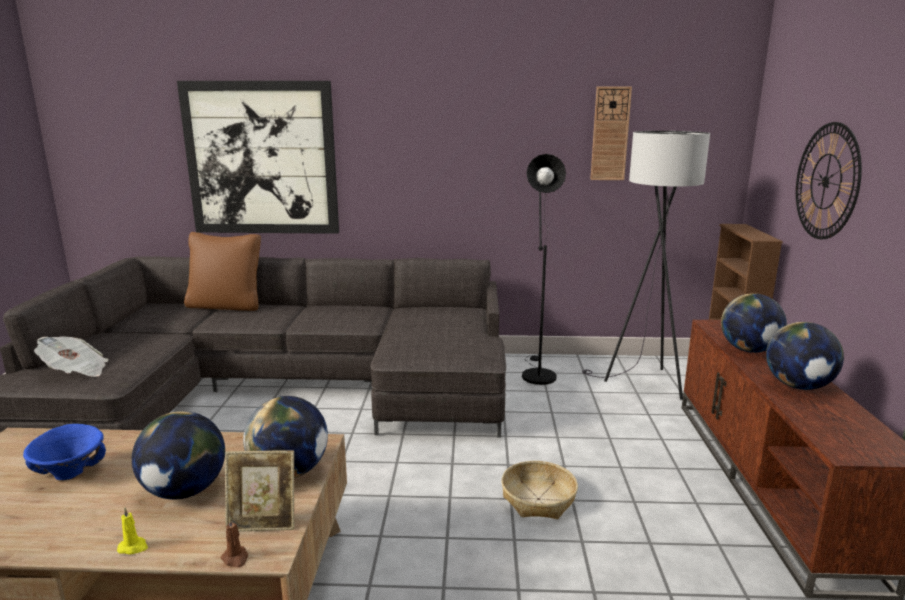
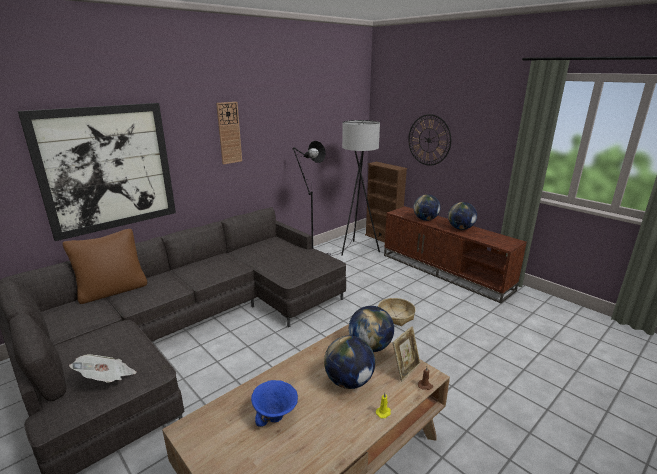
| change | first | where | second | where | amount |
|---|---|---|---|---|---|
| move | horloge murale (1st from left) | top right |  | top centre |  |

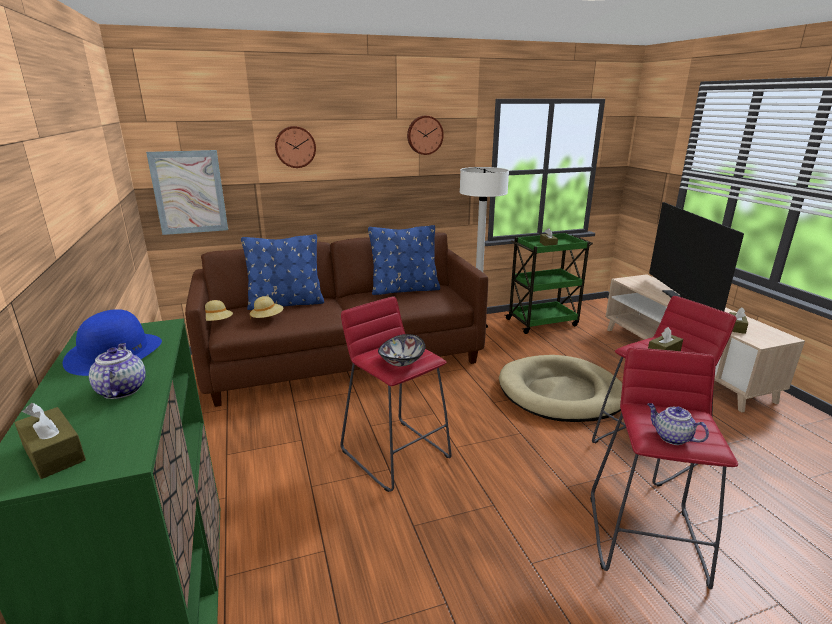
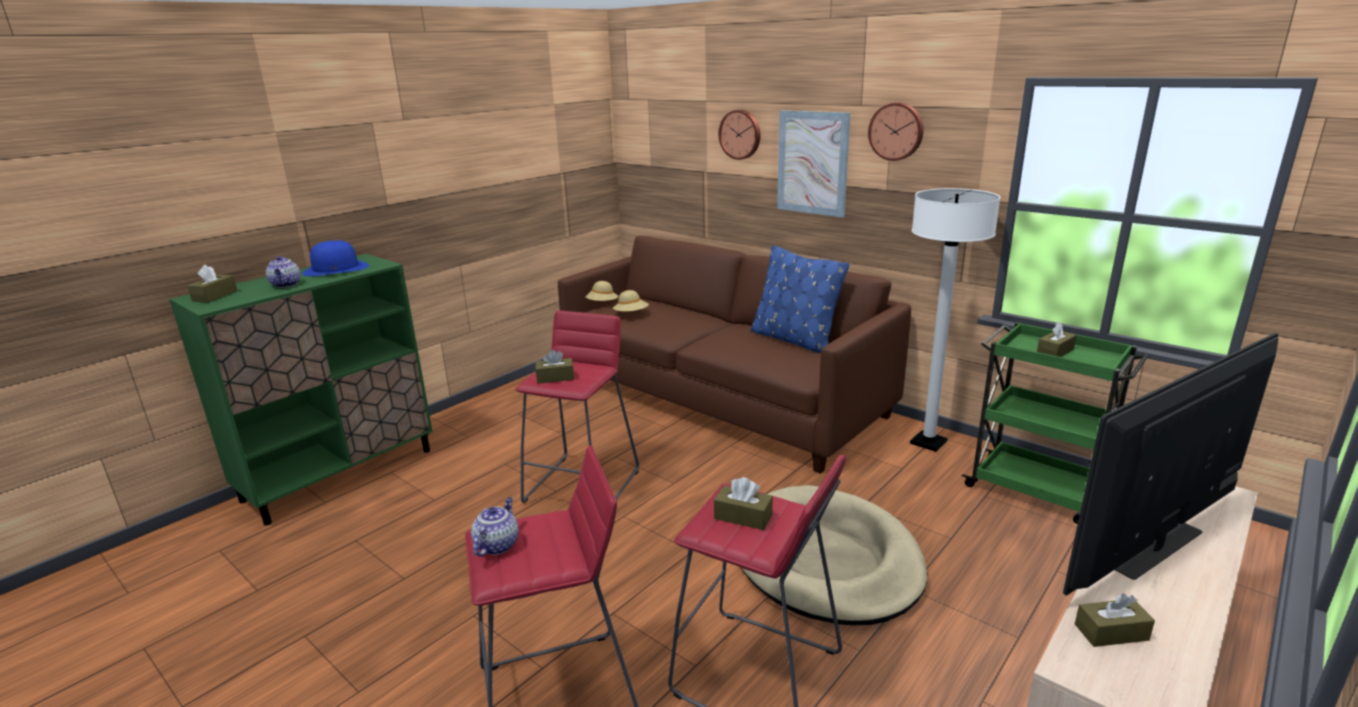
| change | first | where | second | where | amount |
|---|---|---|---|---|---|
| rotate | théière (1st from left) | middle left |  | middle left | 120 degrees clockwise |
| move | tableau | top left |  | top centre |  |
| delete | coussin [bleu] (1st from left) | centre |  |  |  |
| replace | bol | centre | boîte à mouchoirs [marron] (2nd from left) | centre |  |

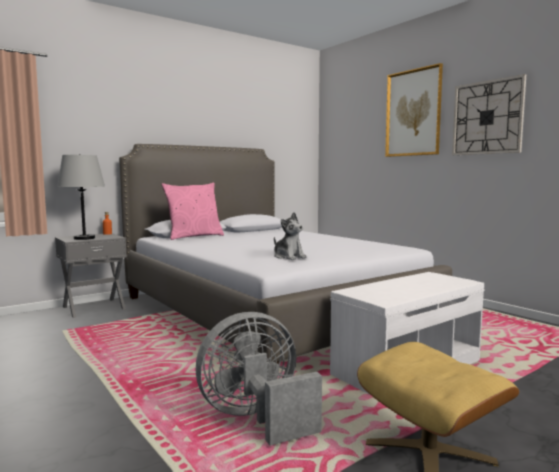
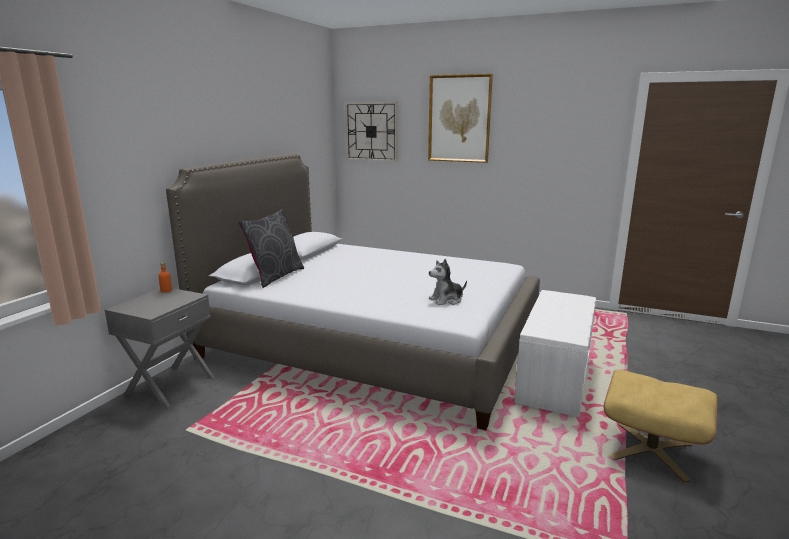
| change | first | where | second | where | amount |
|---|---|---|---|---|---|
| delete | lampe de table [gris] | middle left |  |  |  |
| recolor | coussin [rose] | centre | coussin [gris] | centre |  |
| delete | ventilateur [gris] | bottom centre |  |  |  |
| rotate | peluche | centre |  | centre | 135 degrees clockwise |
| move | horloge murale | top right |  | top centre |  |

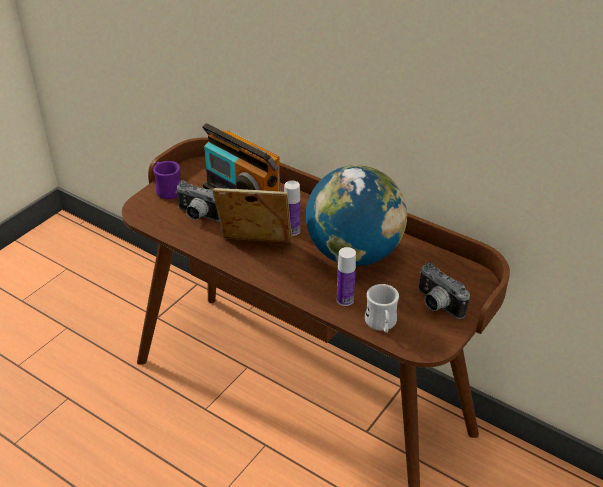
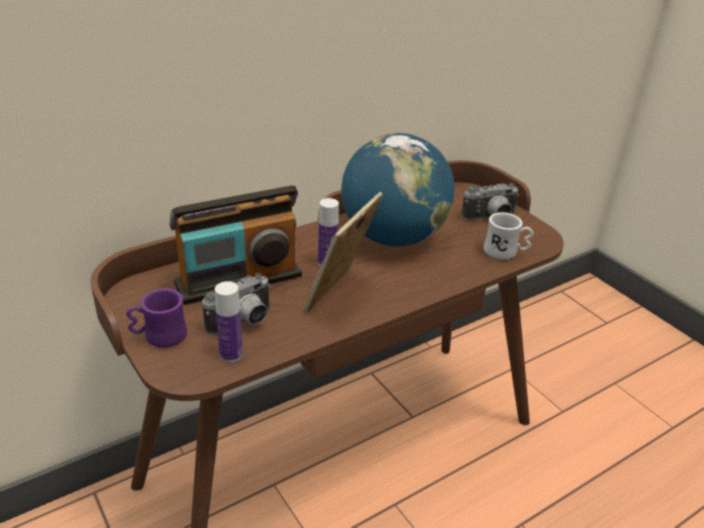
| change | first | where | second | where | amount |
|---|---|---|---|---|---|
| move | bouteille (2nd from left in the first image) | centre | bouteille (1st from left) | middle left |  |

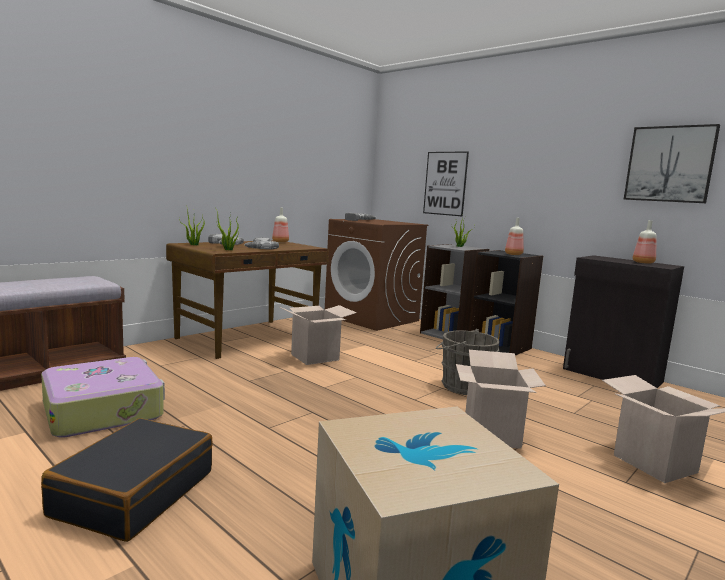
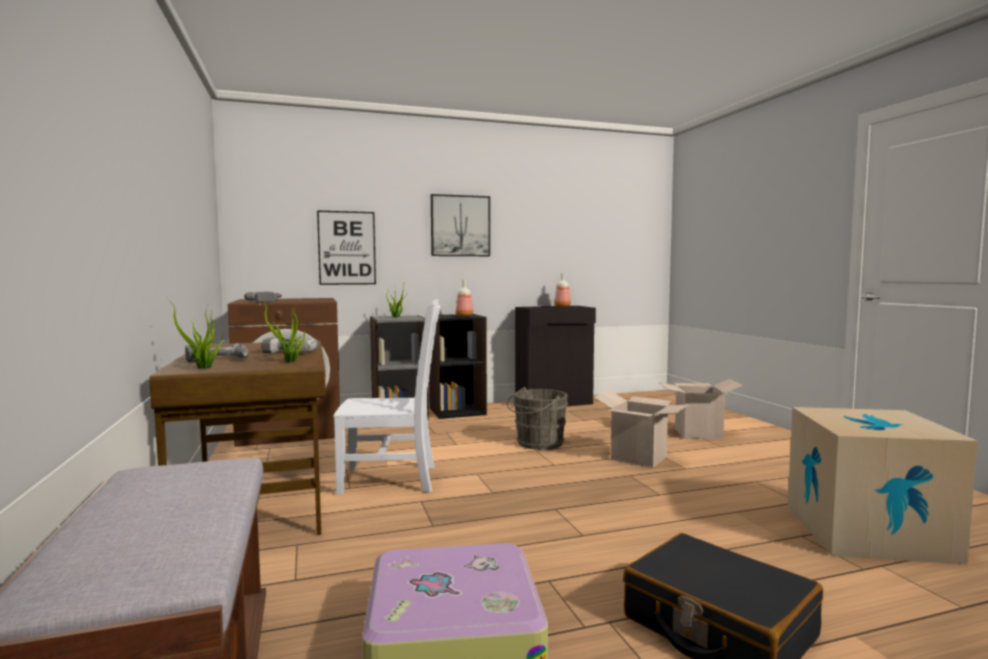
| change | first | where | second | where | amount |
|---|---|---|---|---|---|
| delete | bouteille (1st from left) | centre |  |  |  |
| replace | carton (1st from left) | centre | chaise [blanc] | centre |  |
| move | tableau (2nd from left) | top right |  | centre |  |

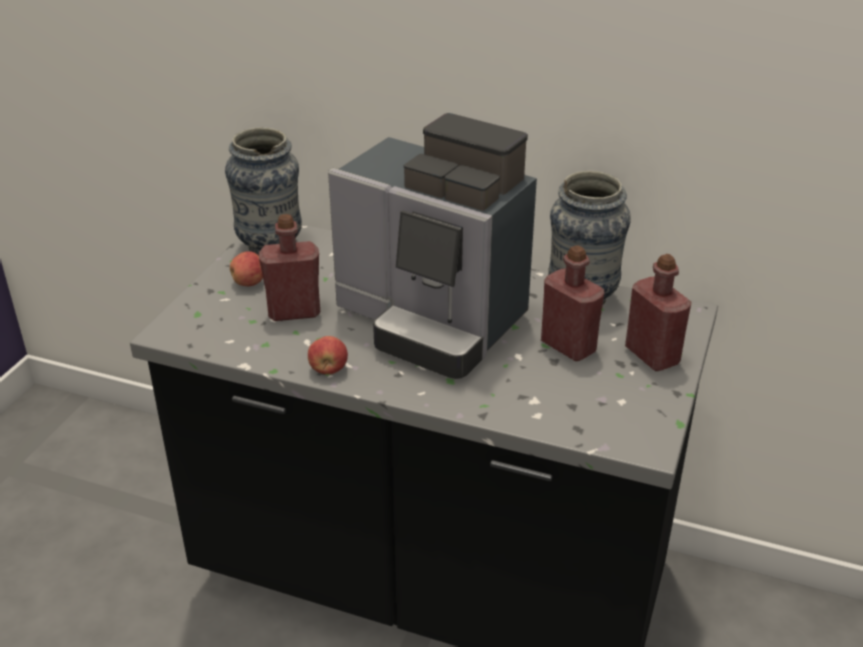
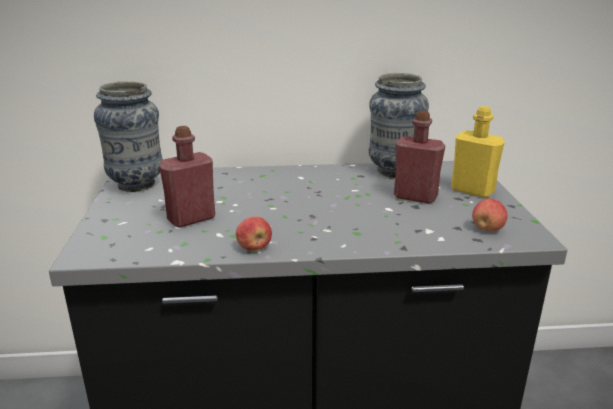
| change | first | where | second | where | amount |
|---|---|---|---|---|---|
| move | pomme (1st from left in the first image) | middle left | pomme (2nd from left) | middle right |  |
| delete | machine à café | centre |  |  |  |
| recolor | bouteille [rouge] (3rd from left) | middle right | bouteille [jaune] | middle right |  |

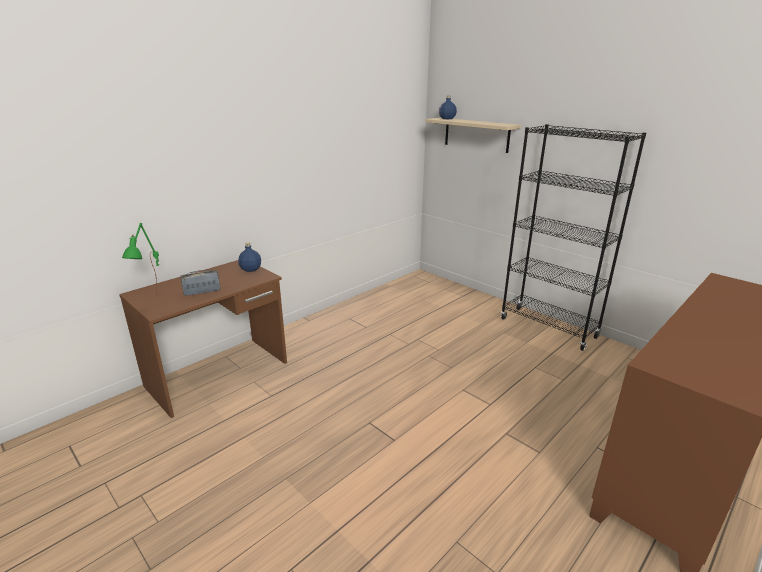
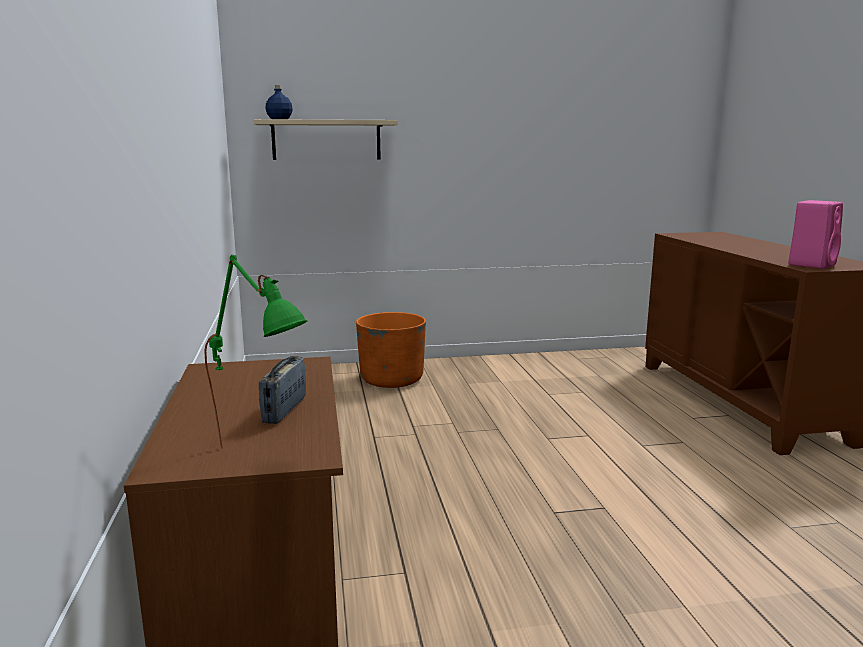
| change | first | where | second | where | amount |
|---|---|---|---|---|---|
| delete | bouteille [bleu] (1st from left) | middle left |  |  |  |
| delete | bibliothèque [noir] | middle right |  |  |  |
| insert |  |  | cache-pot [orange] | centre |  |
| insert |  |  | enceinte [rose] | middle right |  |

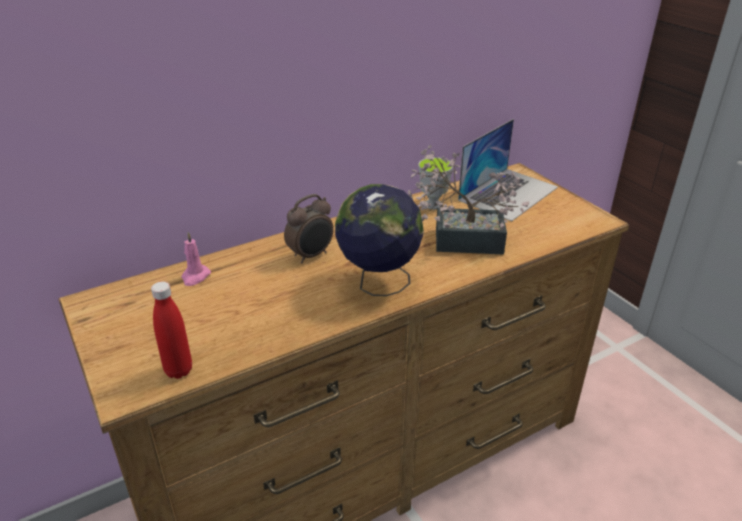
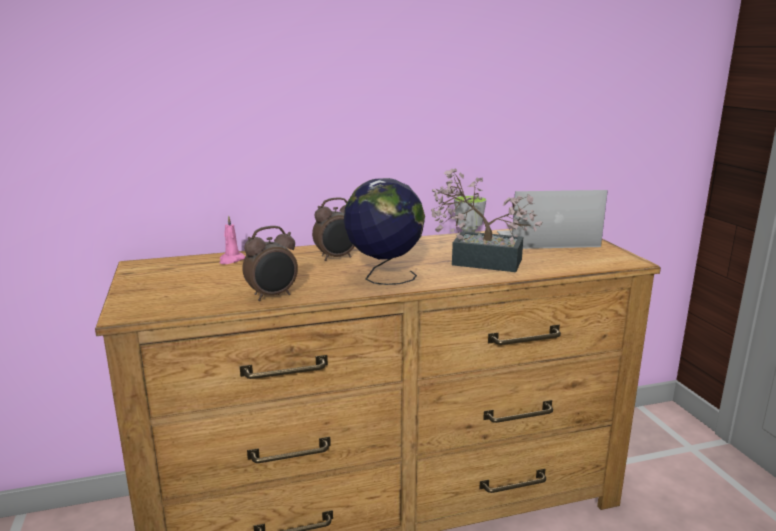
| change | first | where | second | where | amount |
|---|---|---|---|---|---|
| delete | bouteille [rouge] | middle left |  |  |  |
| rotate | ordinateur portable | top right |  | middle right | 150 degrees counterclockwise |
| insert |  |  | réveil (1st from left) | centre |  |

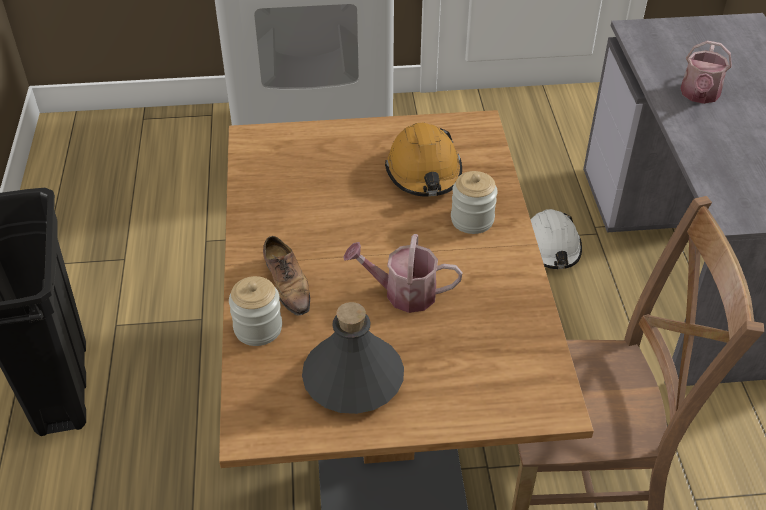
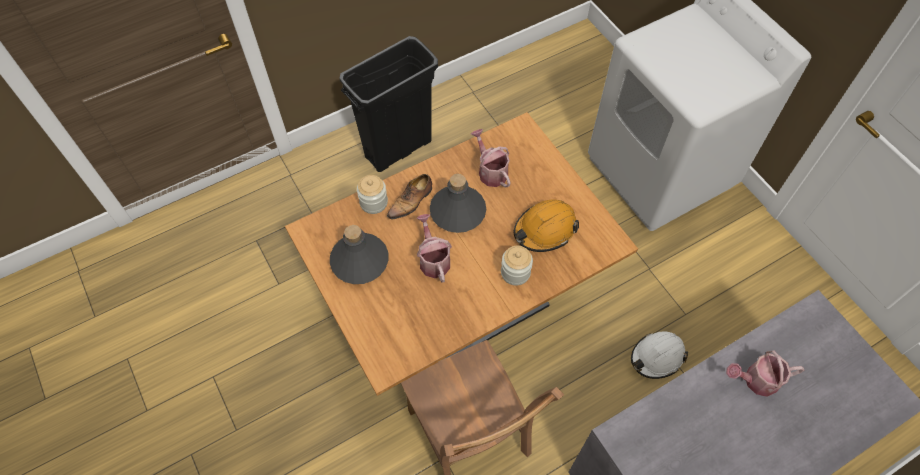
| change | first | where | second | where | amount |
|---|---|---|---|---|---|
| insert |  |  | bouteille [gris] (2nd from left) | centre |  |
| insert |  |  | arrosoir (2nd from left) | top centre |  |

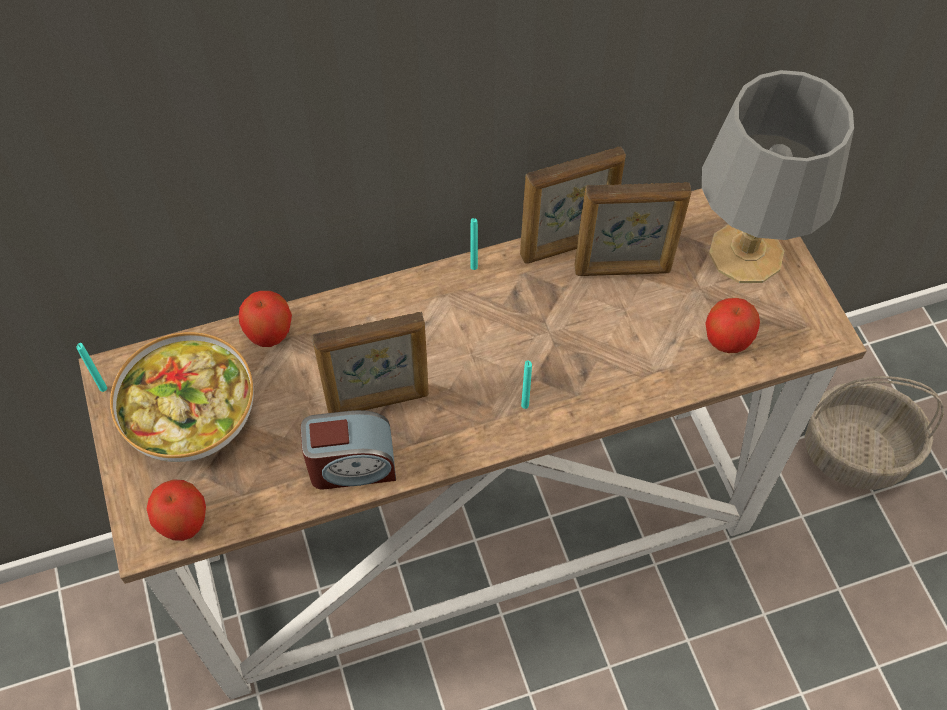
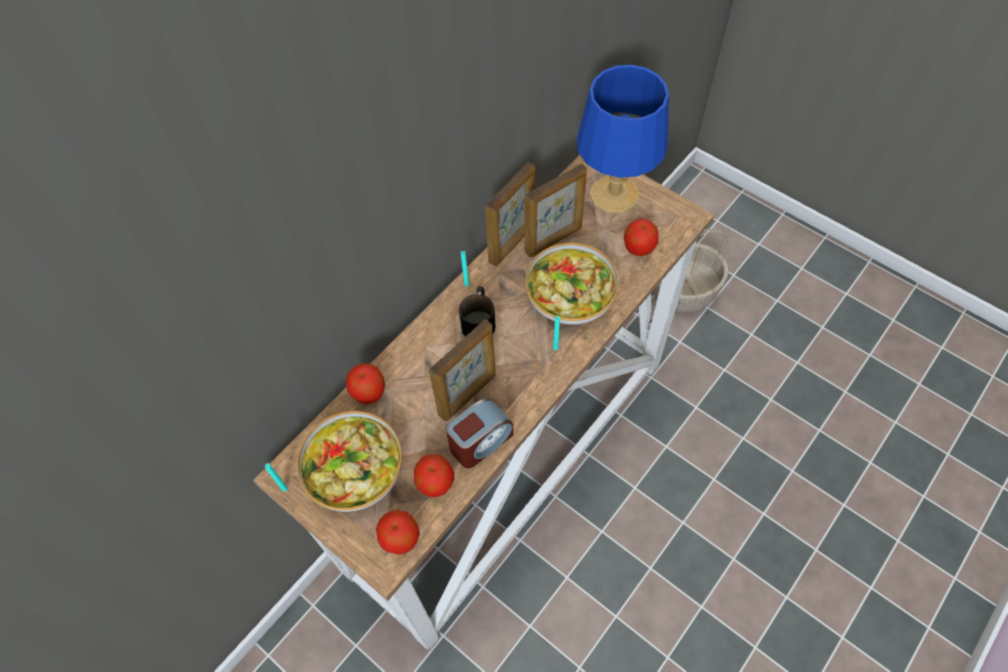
| change | first | where | second | where | amount |
|---|---|---|---|---|---|
| recolor | lampe de table [gris] | top right | lampe de table [bleu] | top centre |  |
| insert |  |  | pomme (3rd from left) | bottom centre |  |
| insert |  |  | mug [noir] | centre |  |
| insert |  |  | bol (2nd from left) | centre |  |

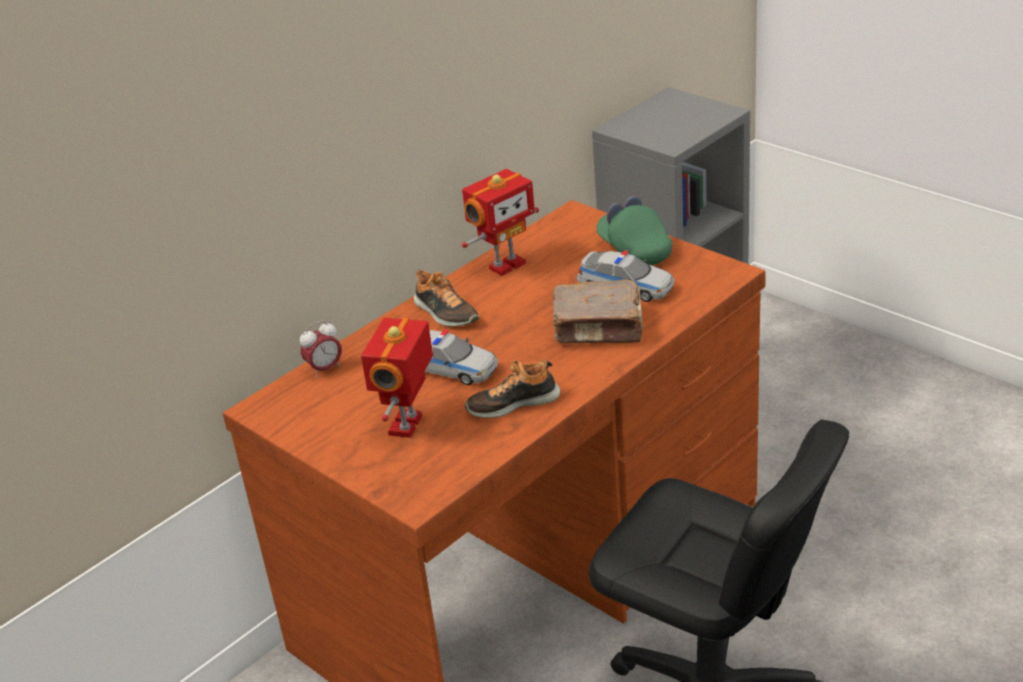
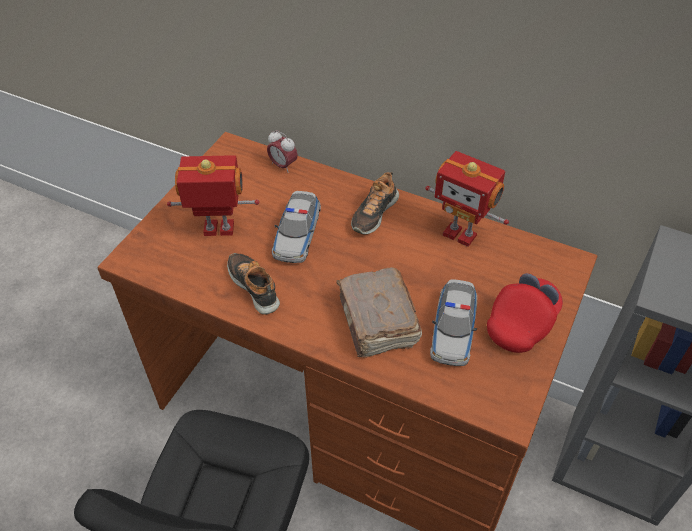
| change | first | where | second | where | amount |
|---|---|---|---|---|---|
| recolor | casquette [vert] | centre | casquette [rouge] | middle right |  |

